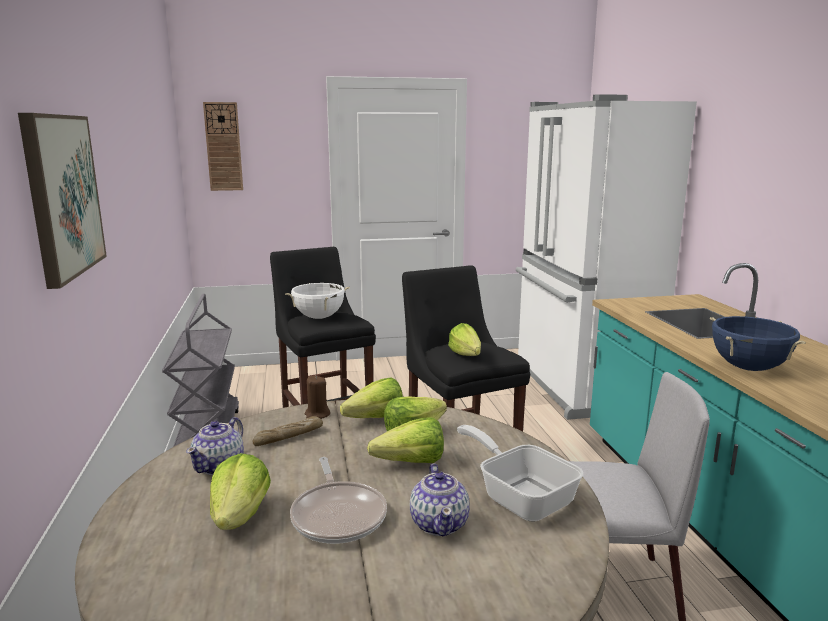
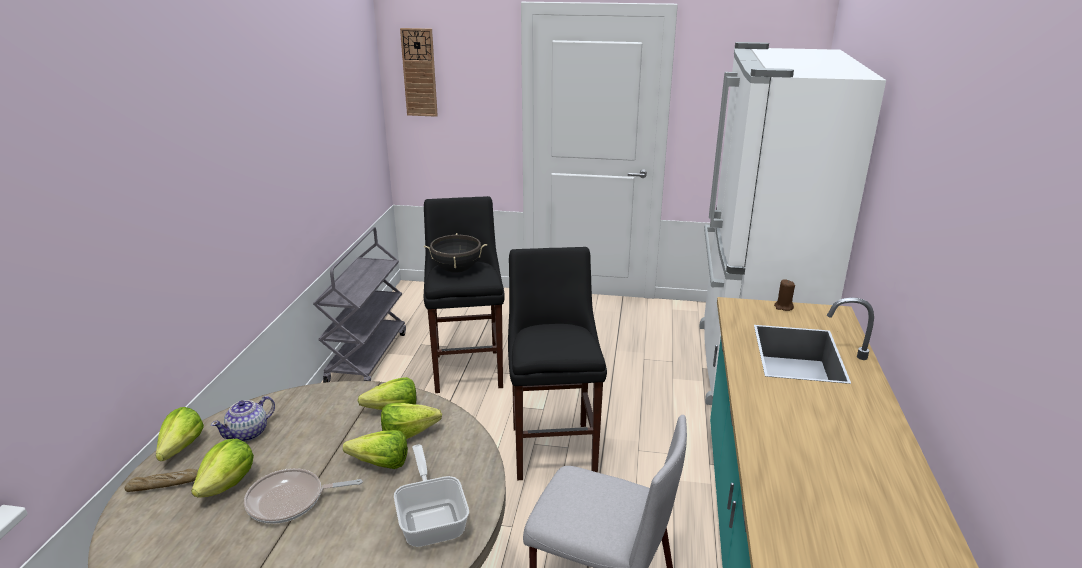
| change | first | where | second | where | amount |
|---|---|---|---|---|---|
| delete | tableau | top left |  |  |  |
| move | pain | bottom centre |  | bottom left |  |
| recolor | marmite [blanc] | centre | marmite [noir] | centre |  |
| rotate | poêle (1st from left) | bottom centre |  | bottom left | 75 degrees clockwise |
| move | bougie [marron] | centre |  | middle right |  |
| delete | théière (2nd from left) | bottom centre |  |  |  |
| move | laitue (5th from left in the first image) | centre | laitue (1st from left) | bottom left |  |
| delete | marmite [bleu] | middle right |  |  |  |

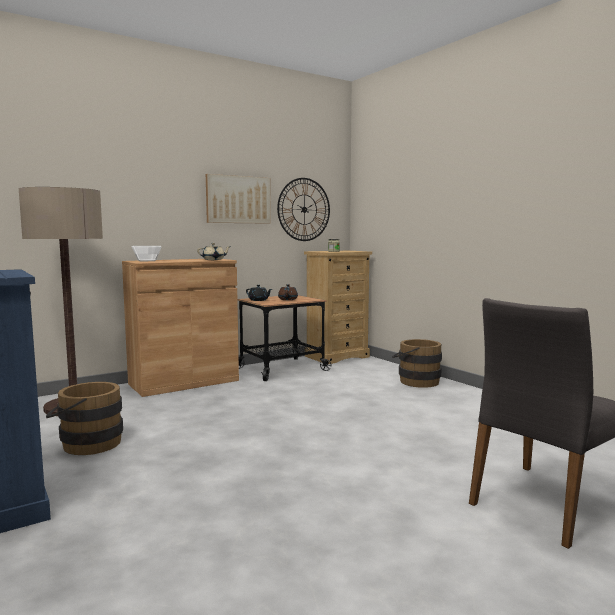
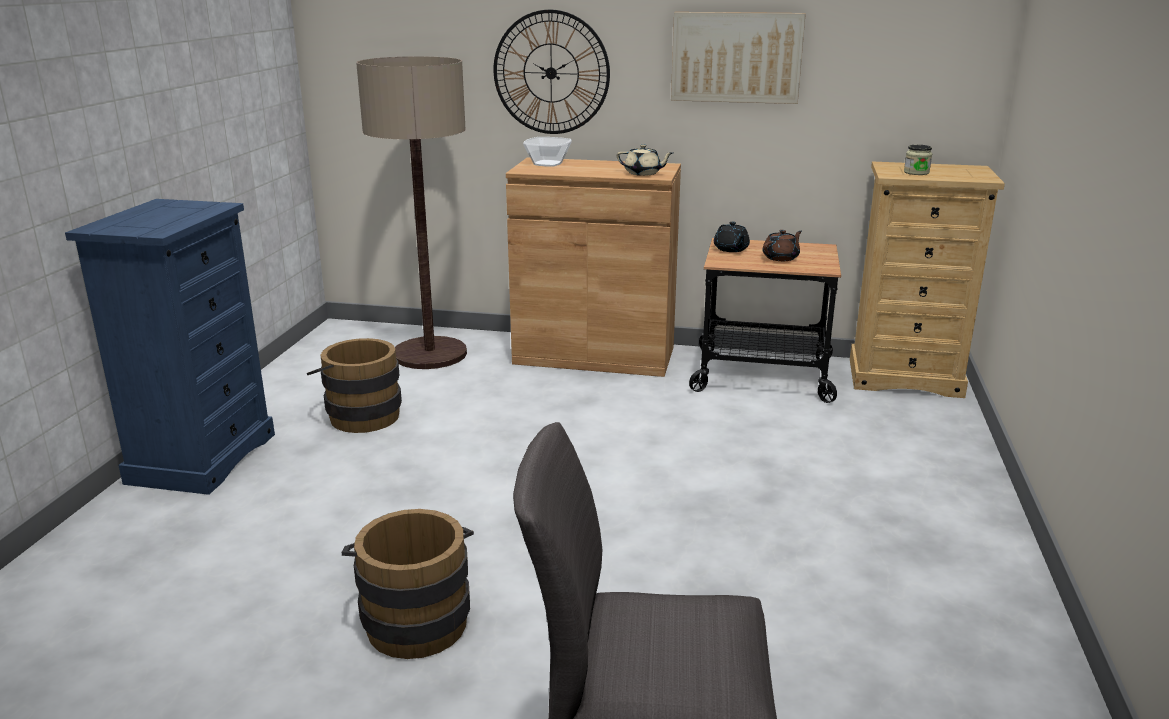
| change | first | where | second | where | amount |
|---|---|---|---|---|---|
| move | horloge murale | centre |  | top centre |  |
| move | seau [marron] (2nd from left) | middle right |  | bottom centre |  |

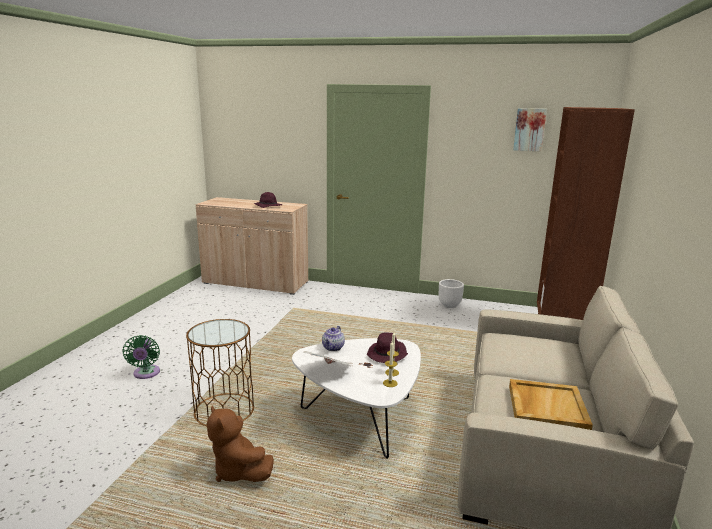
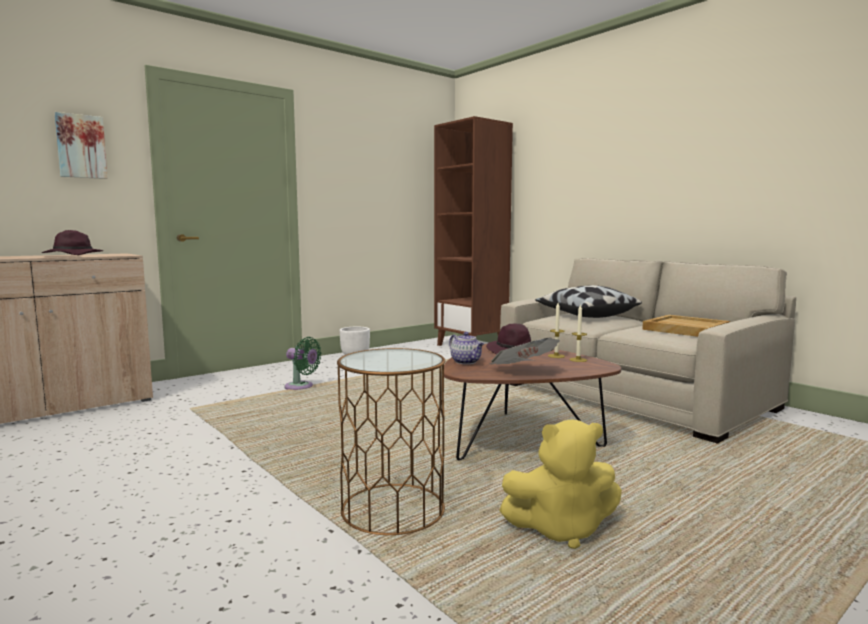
| change | first | where | second | where | amount |
|---|---|---|---|---|---|
| move | ventilateur [vert] | bottom left |  | centre |  |
| recolor | peluche [marron] | bottom centre | peluche [jaune] | bottom centre |  |
| recolor | table basse [blanc] | bottom centre | table basse [marron] | centre |  |
| move | tableau | top right |  | top left |  |
| insert |  |  | coussin | middle right |  |

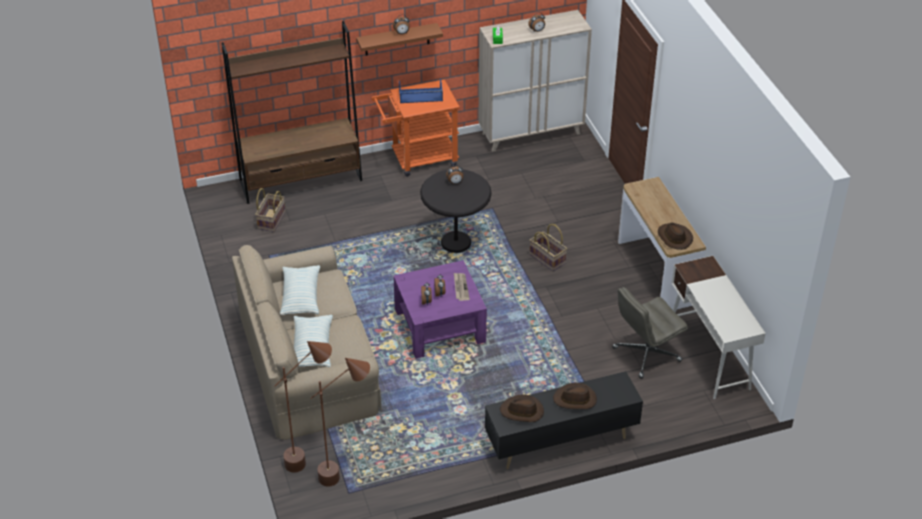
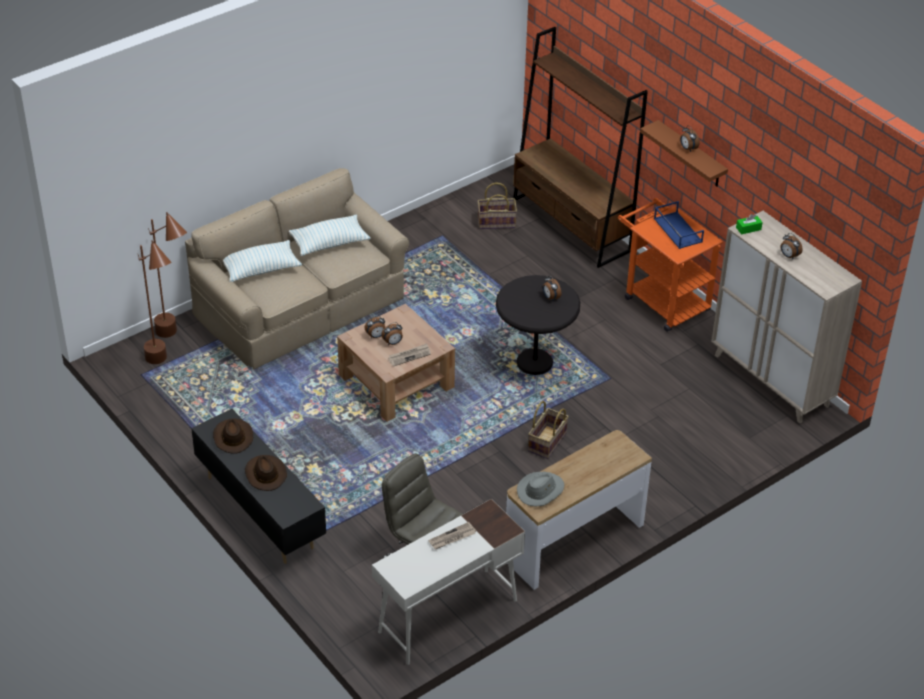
| change | first | where | second | where | amount |
|---|---|---|---|---|---|
| recolor | table basse [violet] | centre | table basse [marron] | centre |  |
| recolor | chapeau [marron] (3rd from left) | middle right | chapeau [gris] | bottom centre |  |
| insert |  |  | journal (2nd from left) | bottom centre |  |

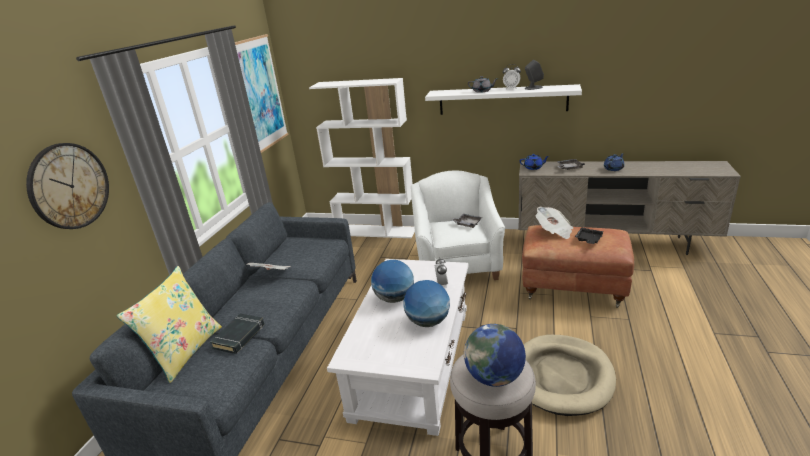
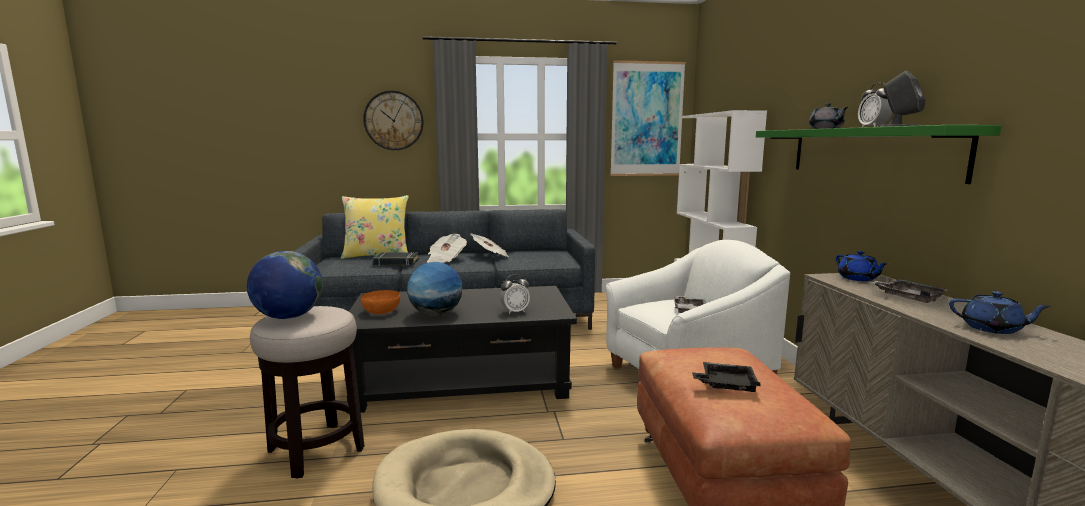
| change | first | where | second | where | amount |
|---|---|---|---|---|---|
| recolor | table basse [blanc] | bottom centre | table basse [noir] | bottom centre |  |
| delete | globe (1st from left) | centre |  |  |  |
| recolor | étagère [blanc] | top centre | étagère [vert] | top right |  |
| move | journal (2nd from left in the first image) | middle right | journal (1st from left) | centre |  |
| insert |  |  | bol [orange] | centre |  |

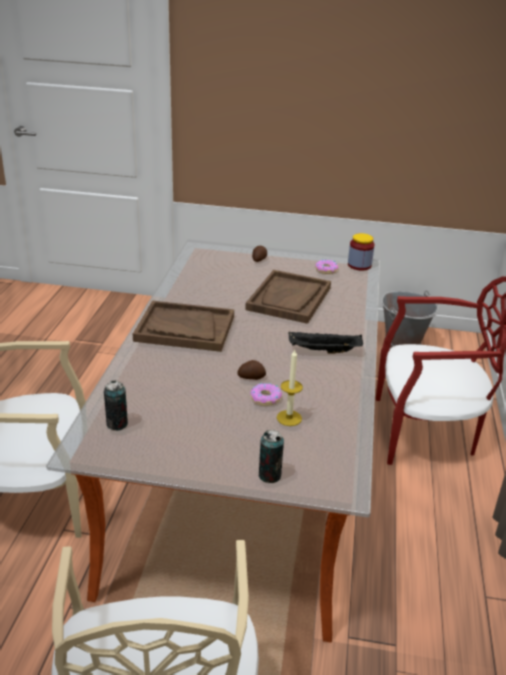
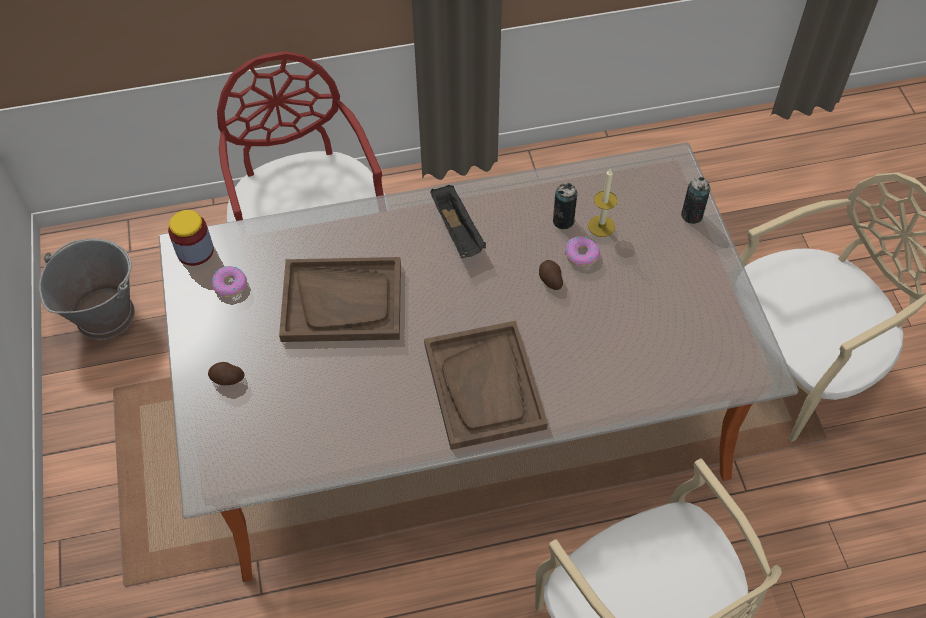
| change | first | where | second | where | amount |
|---|---|---|---|---|---|
| move | boîte métallique (1st from left) | middle left |  | centre |  |

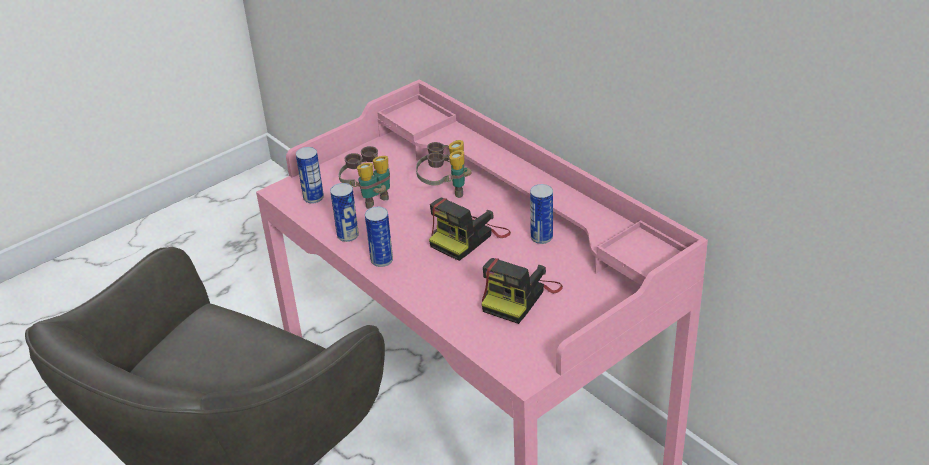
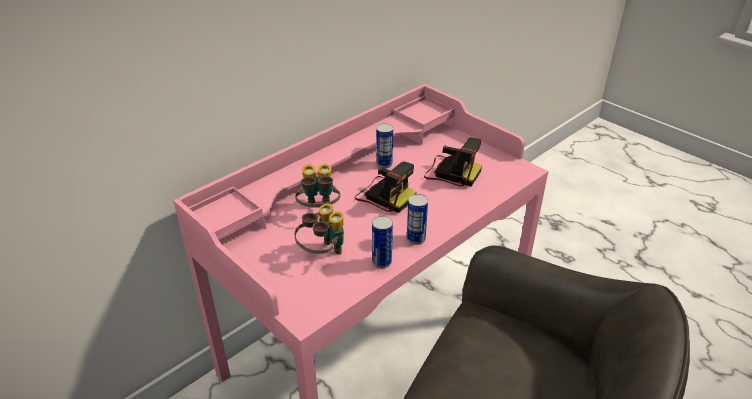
| change | first | where | second | where | amount |
|---|---|---|---|---|---|
| delete | boîte métallique (1st from left) | centre |  |  |  |

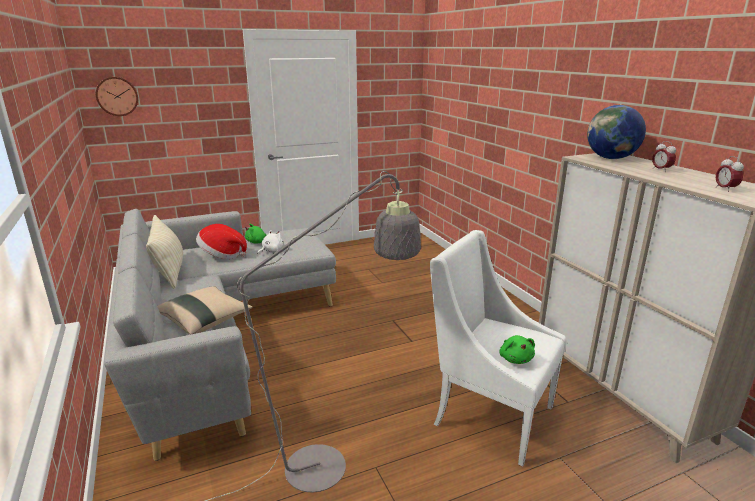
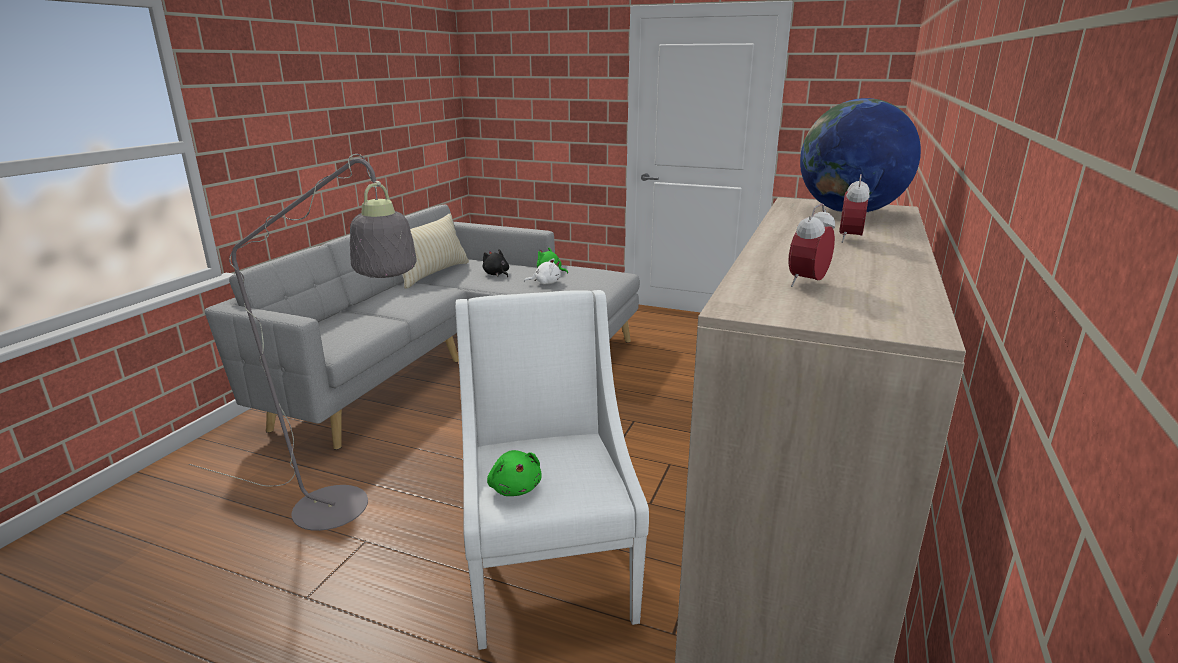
| change | first | where | second | where | amount |
|---|---|---|---|---|---|
| delete | horloge murale | top left |  |  |  |
| delete | coussin [beige] (2nd from left) | middle left |  |  |  |
| replace | chapeau | middle left | peluche [noir] | centre |  |
| rotate | peluche [vert] (2nd from left in the first image) | bottom right | peluche [vert] (1st from left) | bottom centre | 60 degrees counterclockwise |

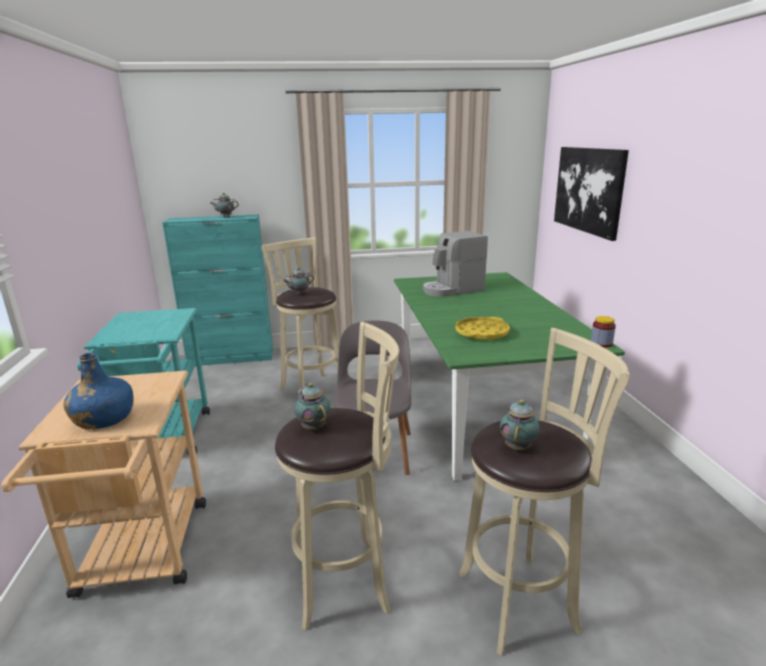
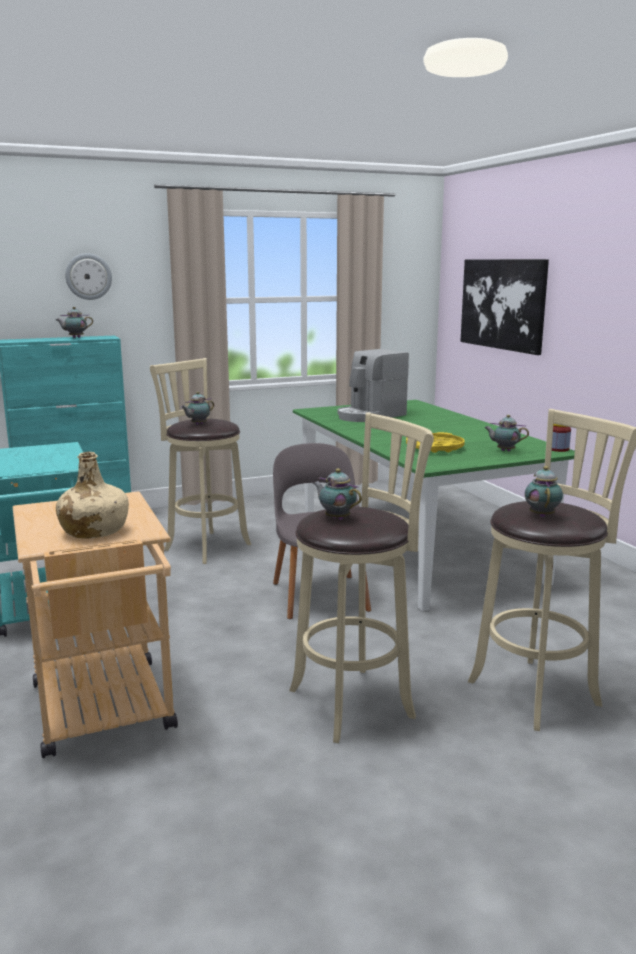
| change | first | where | second | where | amount |
|---|---|---|---|---|---|
| recolor | bouteille [bleu] | middle left | bouteille [beige] | middle left |  |
| insert |  |  | horloge murale | top left |  |
| insert |  |  | théière (4th from left) | middle right |  |

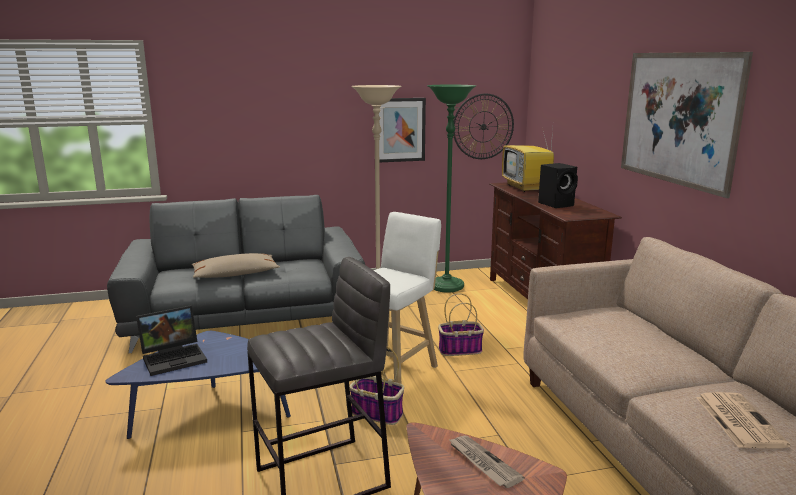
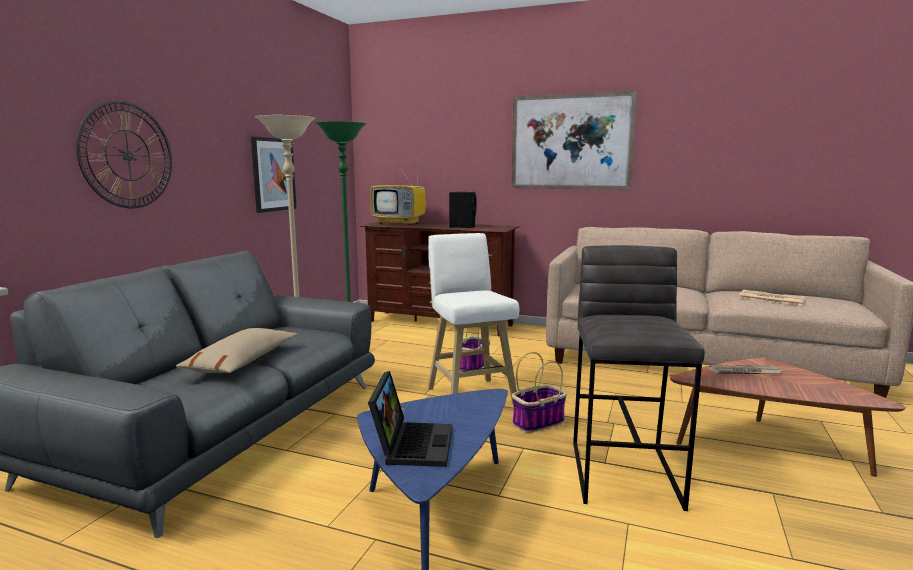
| change | first | where | second | where | amount |
|---|---|---|---|---|---|
| move | horloge murale | top centre |  | top left |  |

